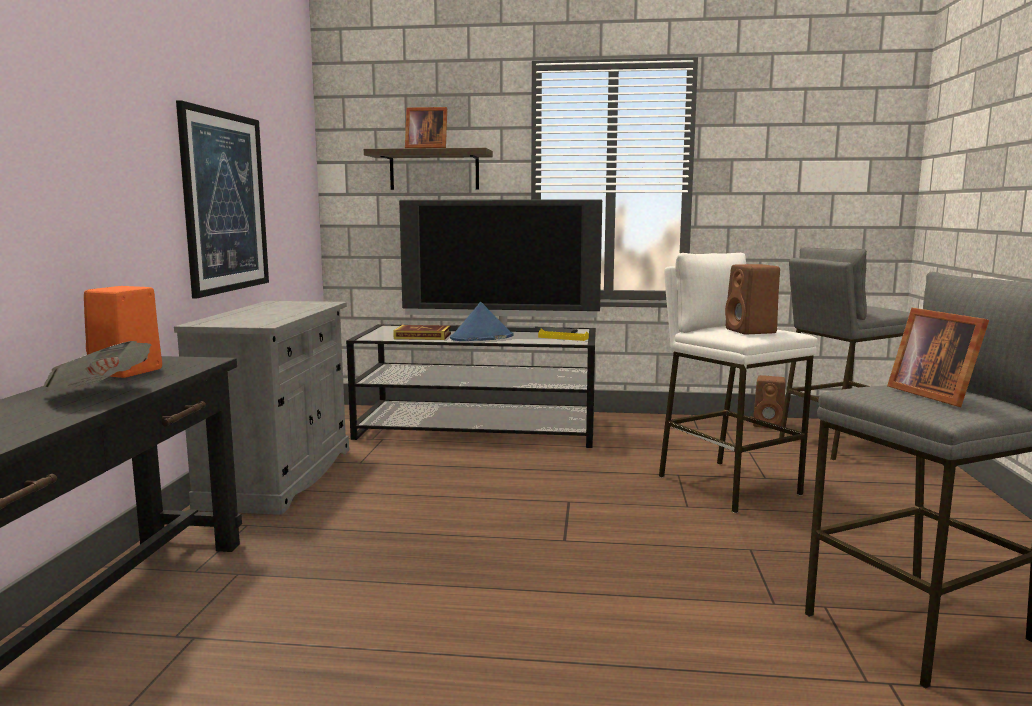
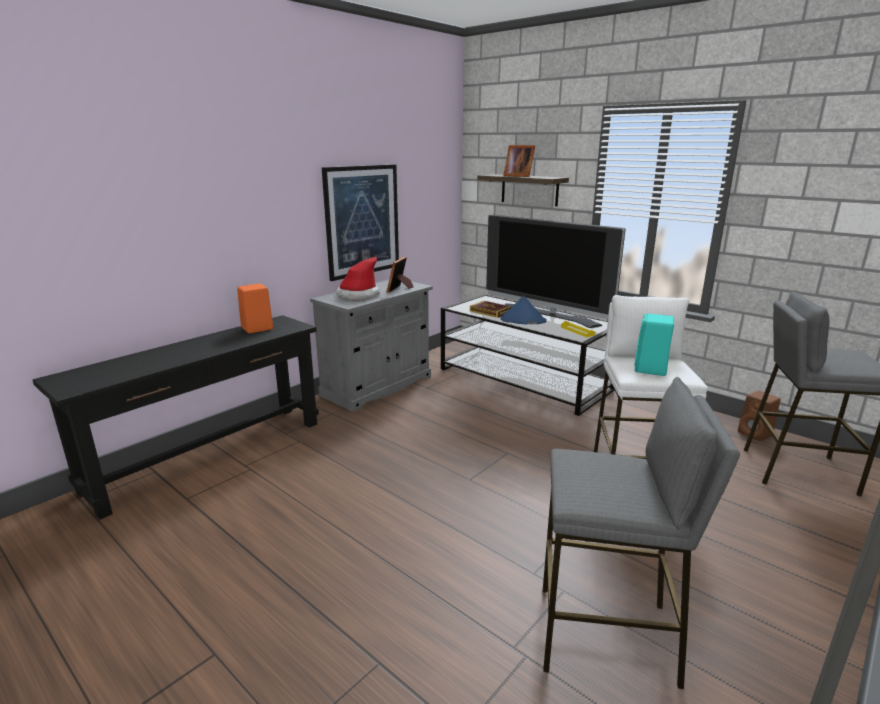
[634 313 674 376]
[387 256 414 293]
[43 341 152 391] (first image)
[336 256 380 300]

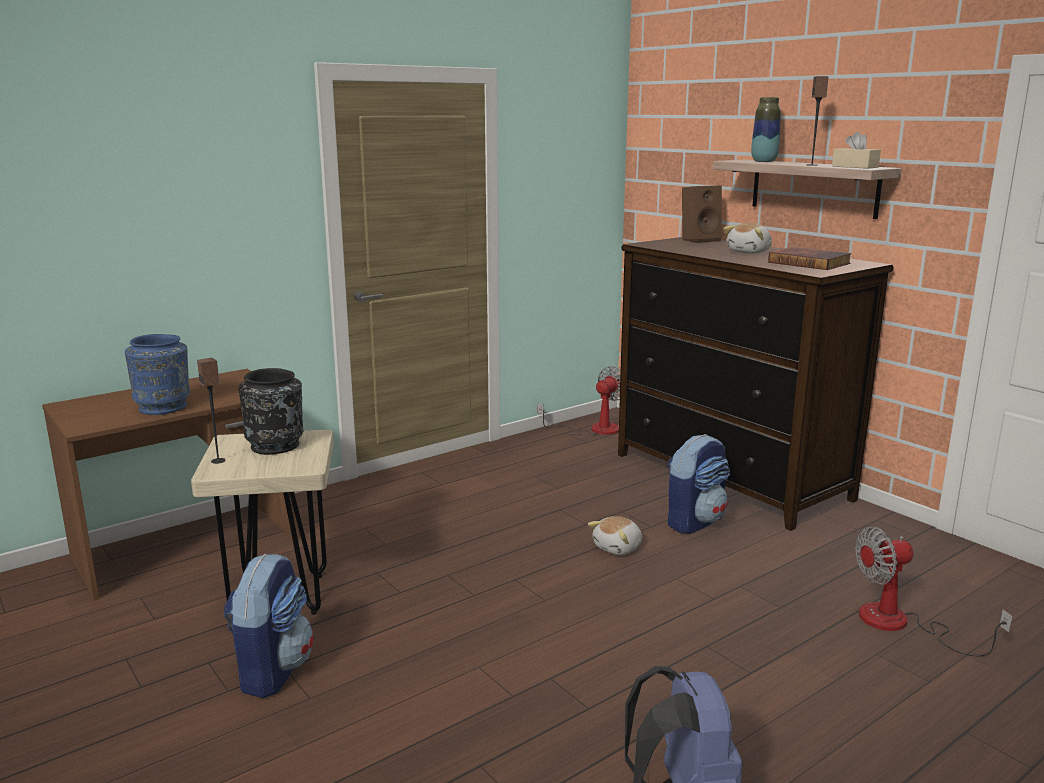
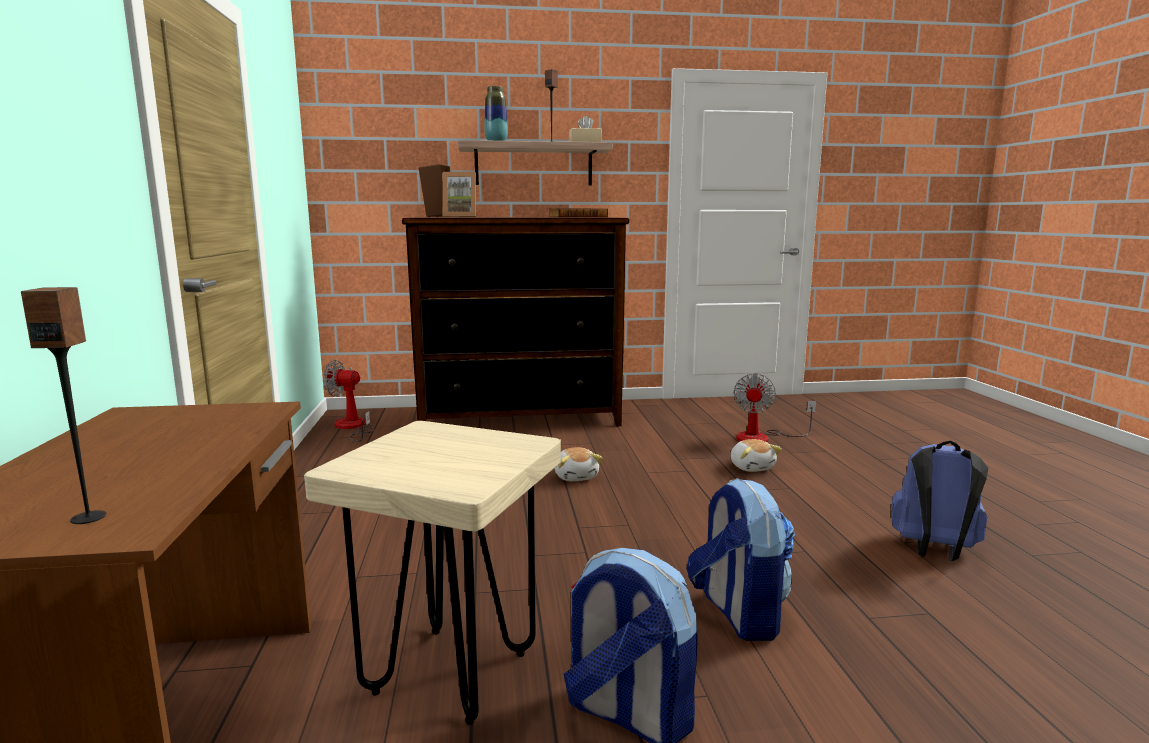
[730 439 782 472]
[125 334 190 415] (first image)
[21 287 106 524]
[323 359 374 442]
[238 368 303 455] (first image)
[687 478 795 641]
[443 172 476 217]

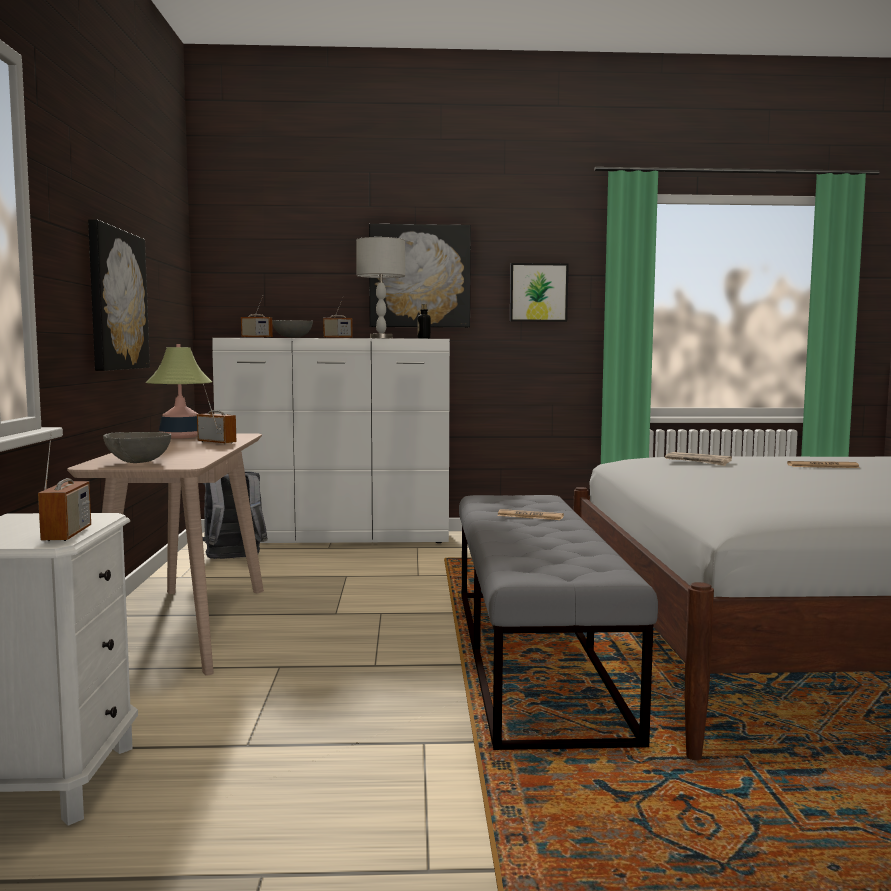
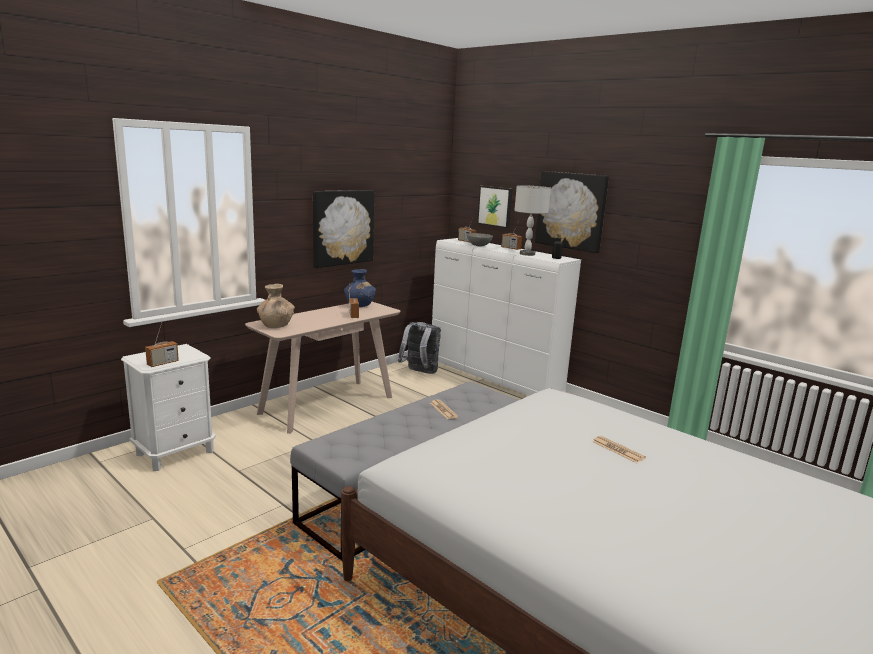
[477 186 513 228]
[344 269 376 307]
[257 284 295 328]
[665 452 732 466] (first image)

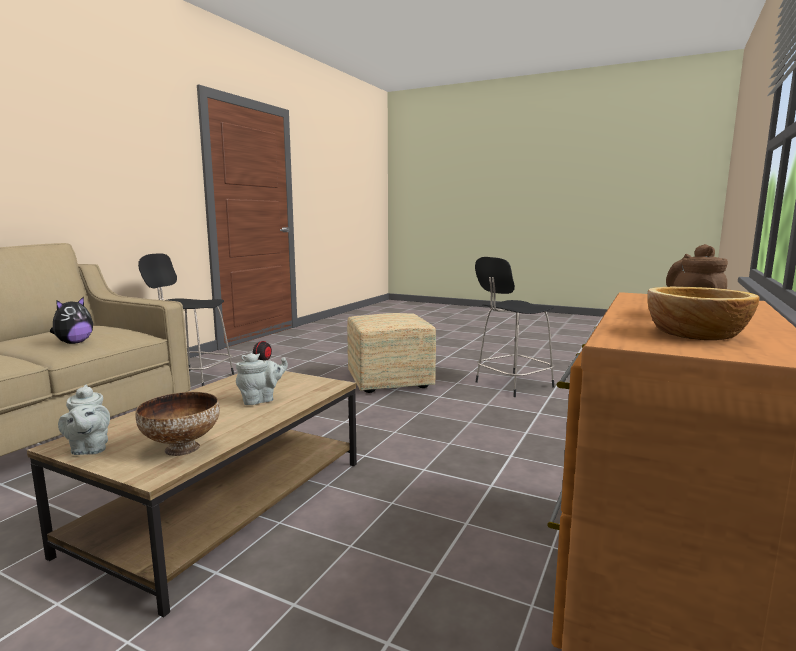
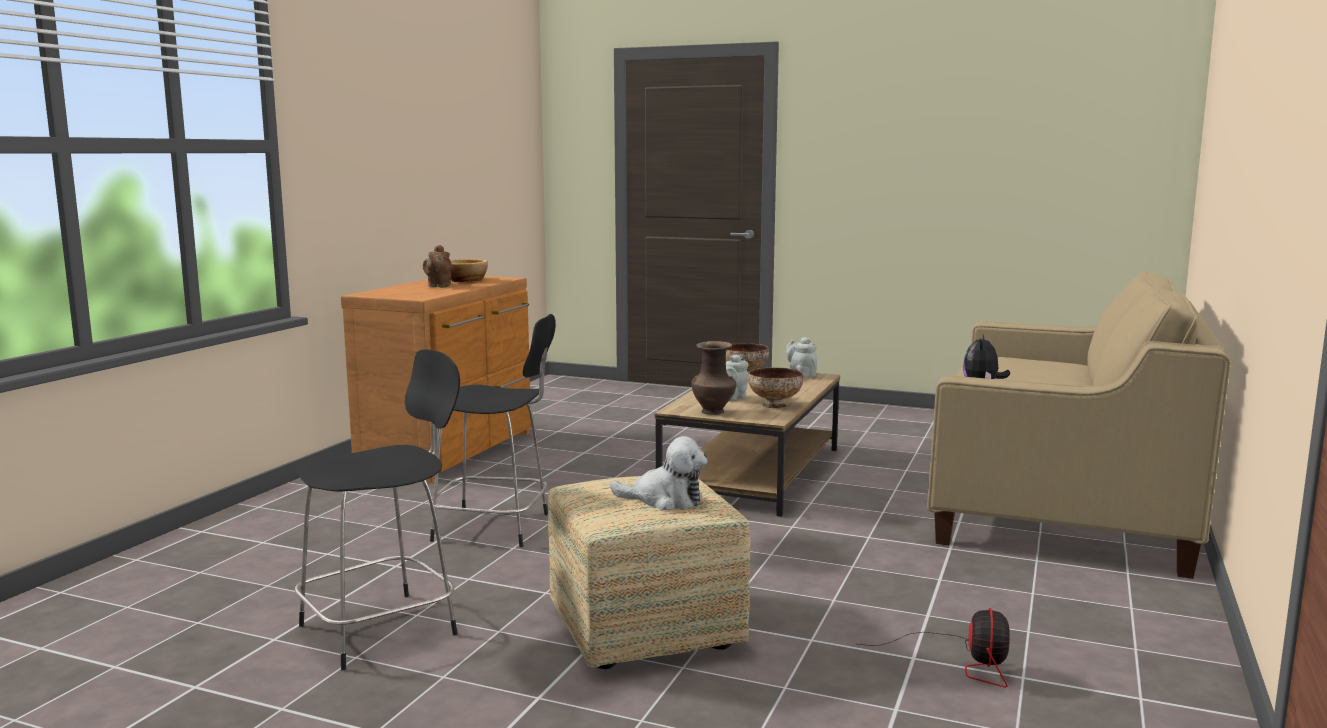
[428 314 556 547]
[691 341 737 415]
[748 368 803 408]
[610 436 707 510]

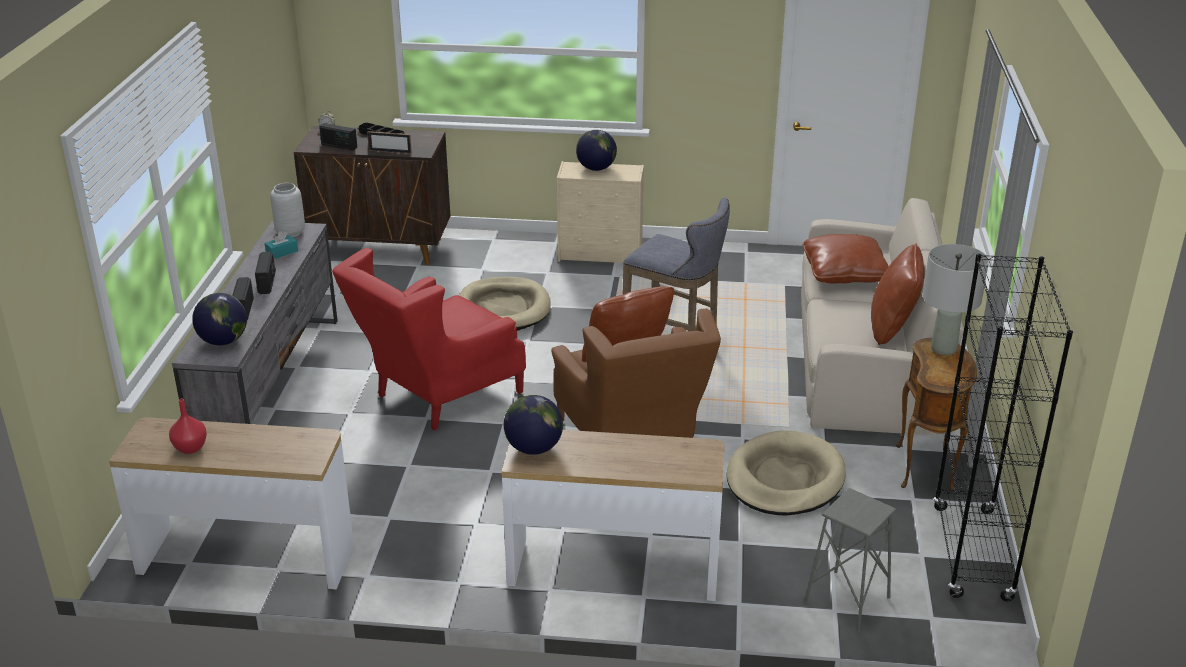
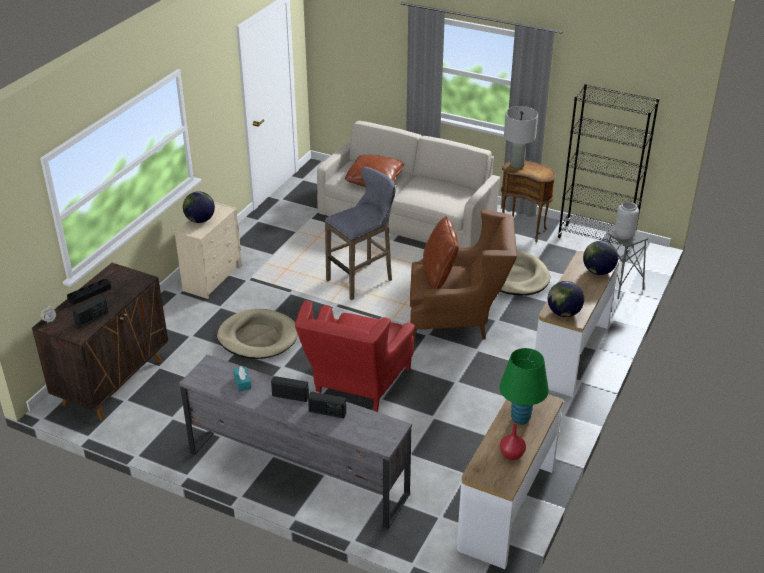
[367 131 412 154] (first image)
[614 202 639 239]
[871 244 925 345] (first image)
[295 301 415 412]
[583 241 618 275]
[499 348 549 425]

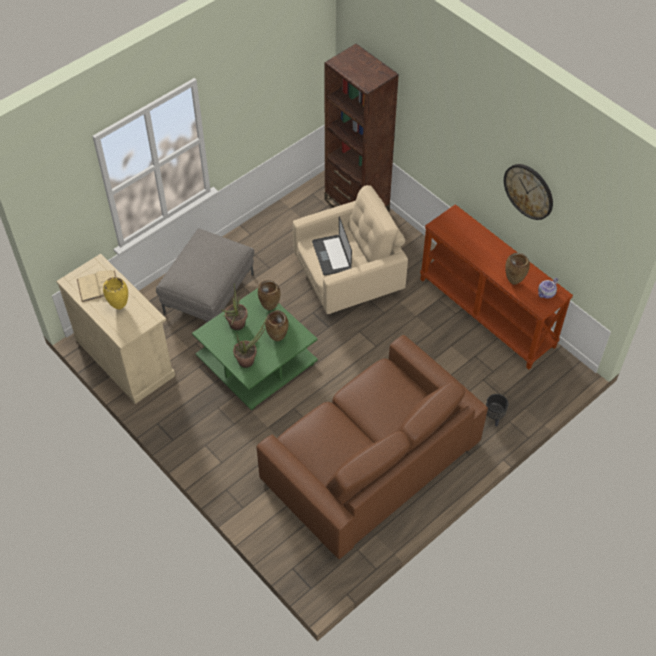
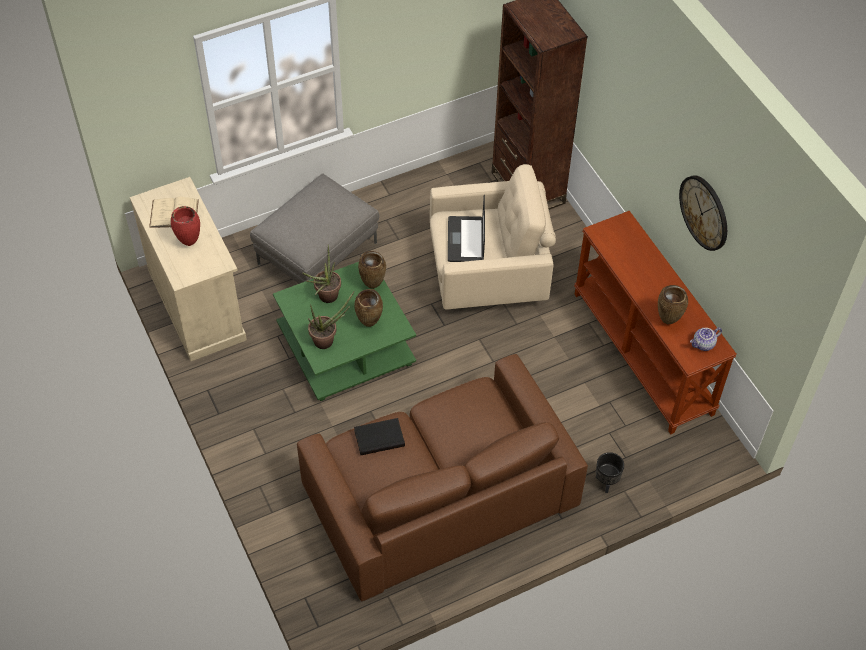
[171 206 200 246]
[354 418 405 455]

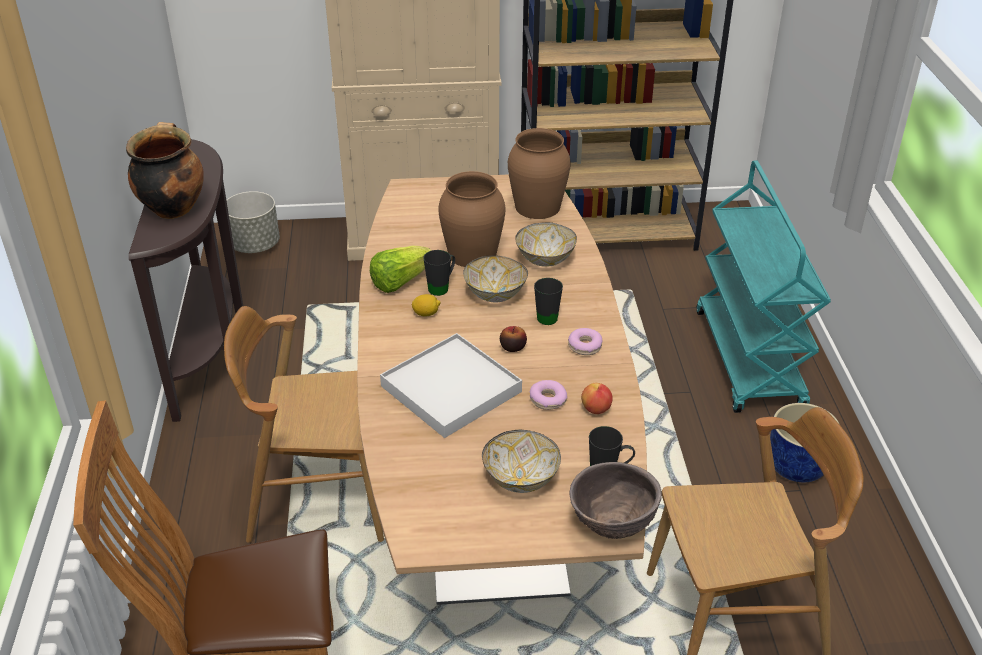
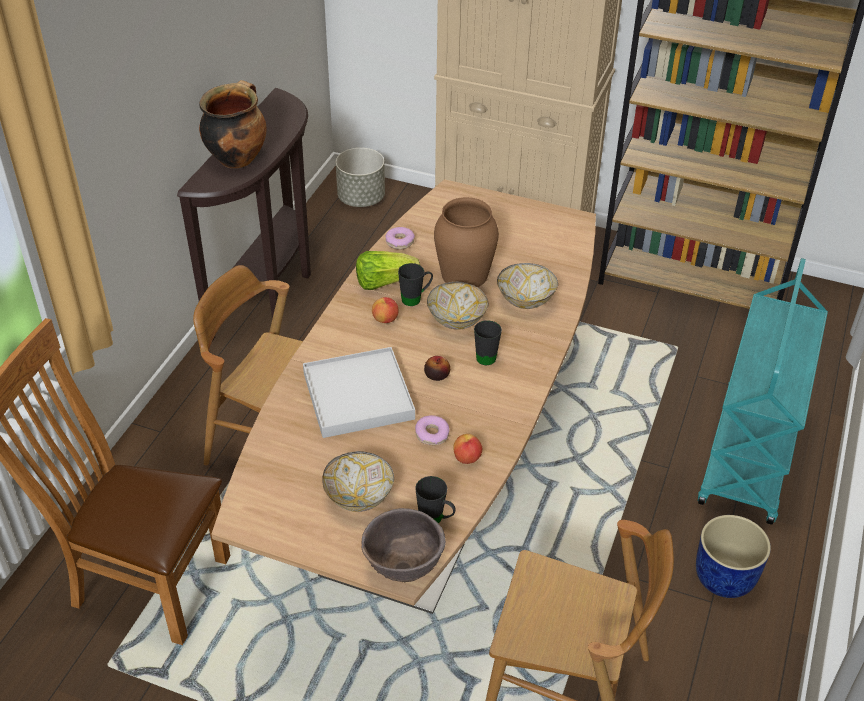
[508 128 571 219] (first image)
[372 297 399 323]
[385 227 415 250]

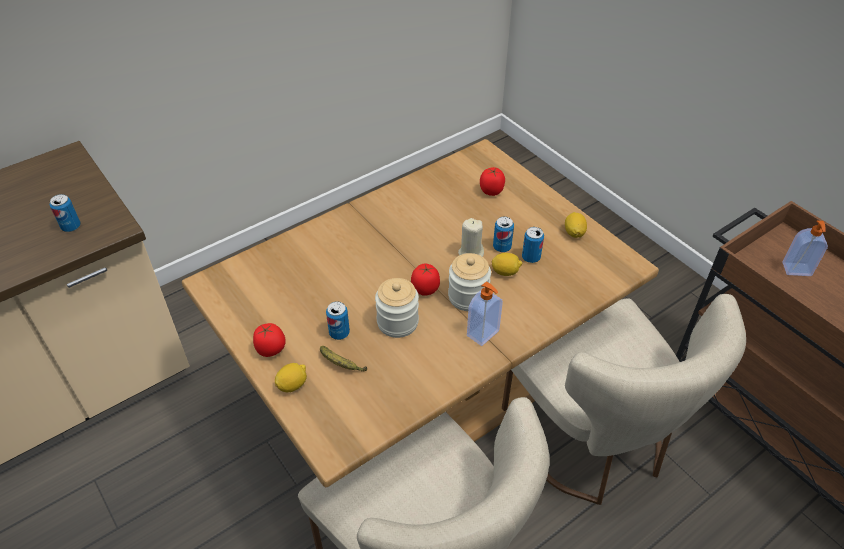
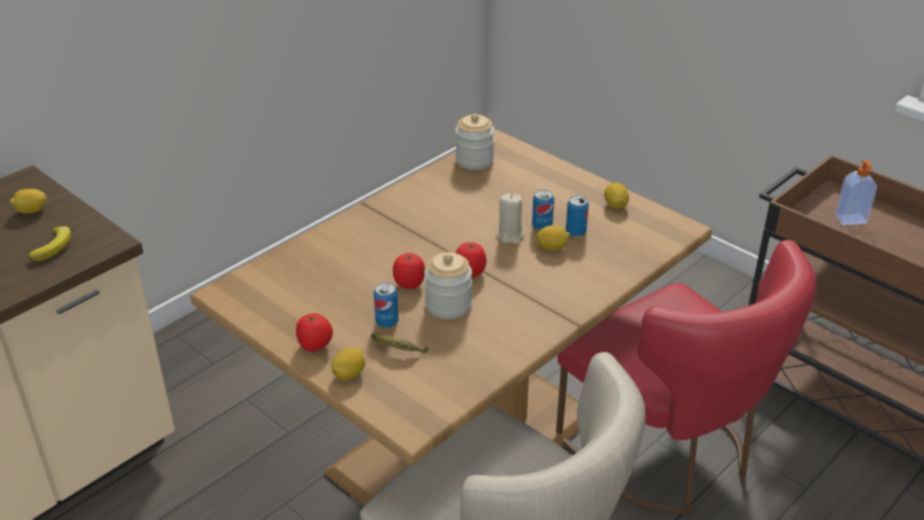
[393 253 425 289]
[28 226 71 261]
[455 114 495 170]
[467 282 503 346] (first image)
[556 240 817 514]
[10 189 47 214]

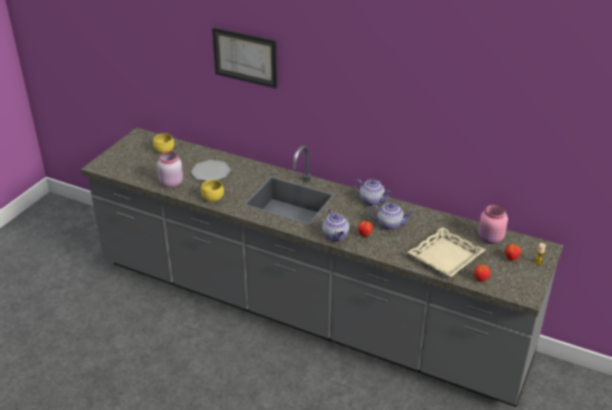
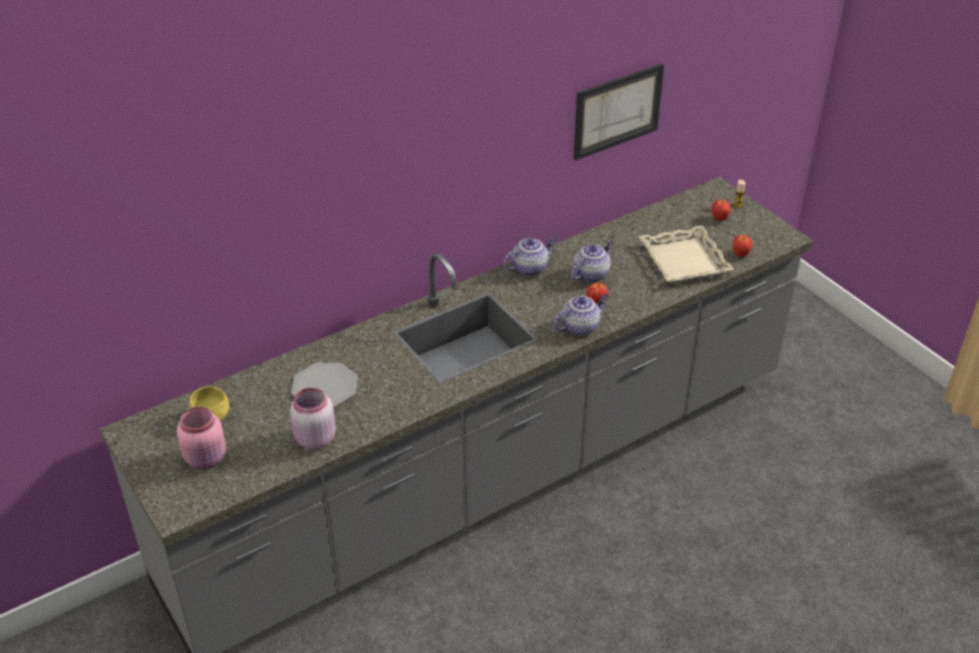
[574 64 664 160]
[201 180 224 202] (first image)
[177 407 226 469]
[553 294 609 336]

